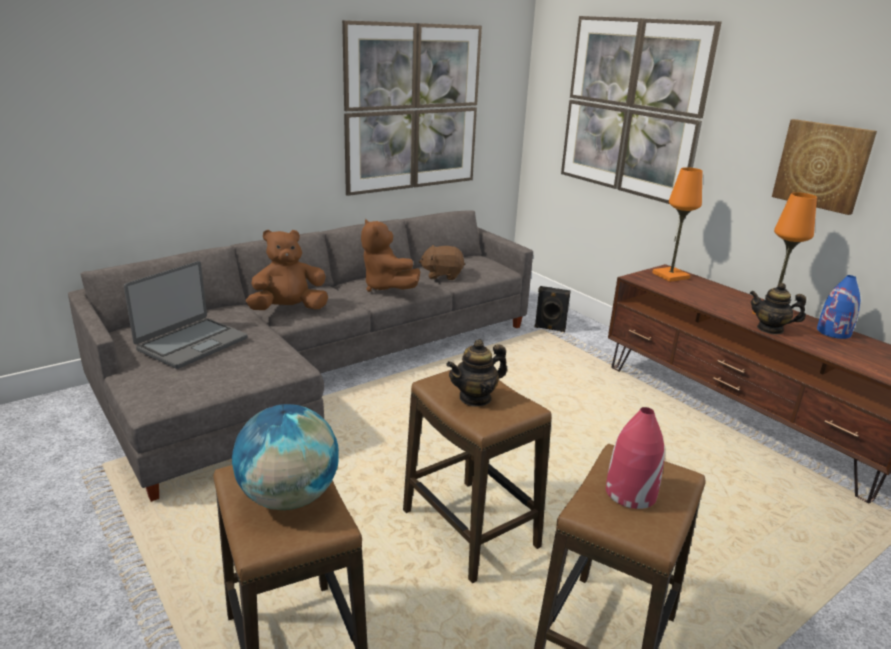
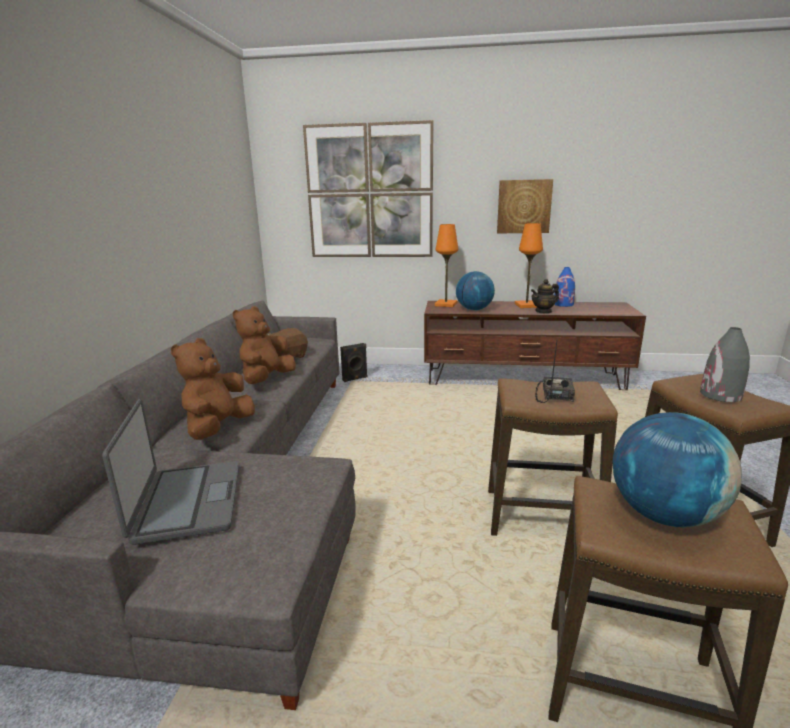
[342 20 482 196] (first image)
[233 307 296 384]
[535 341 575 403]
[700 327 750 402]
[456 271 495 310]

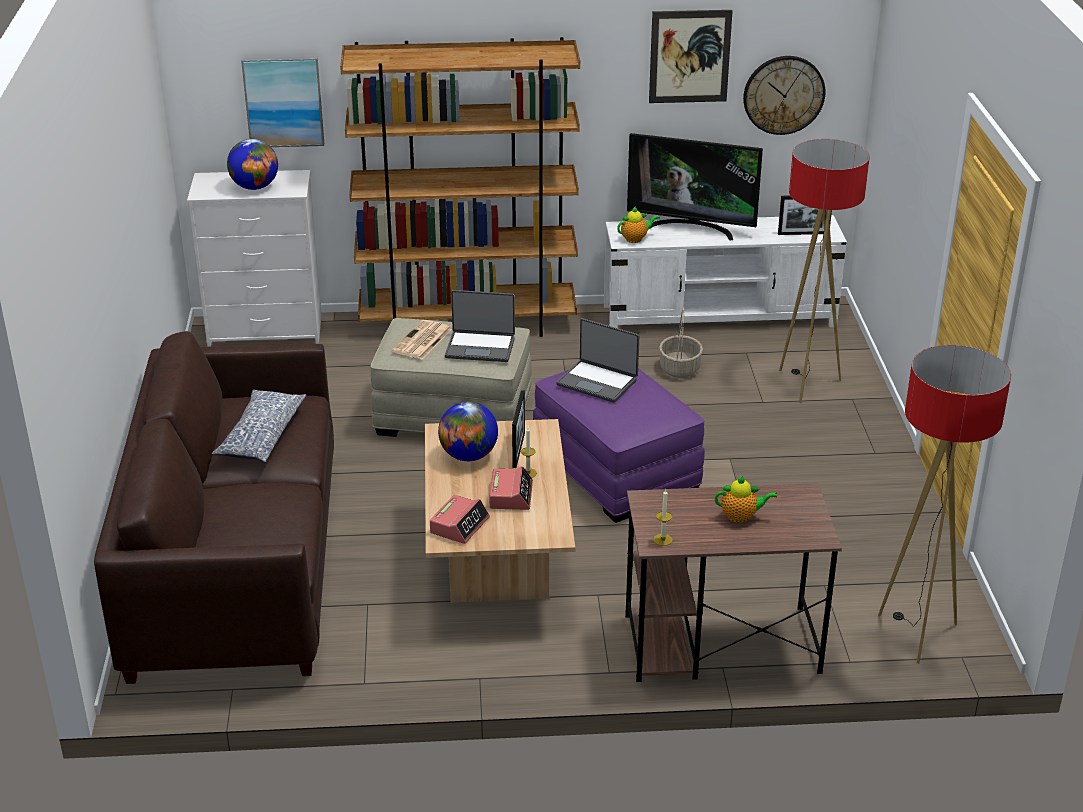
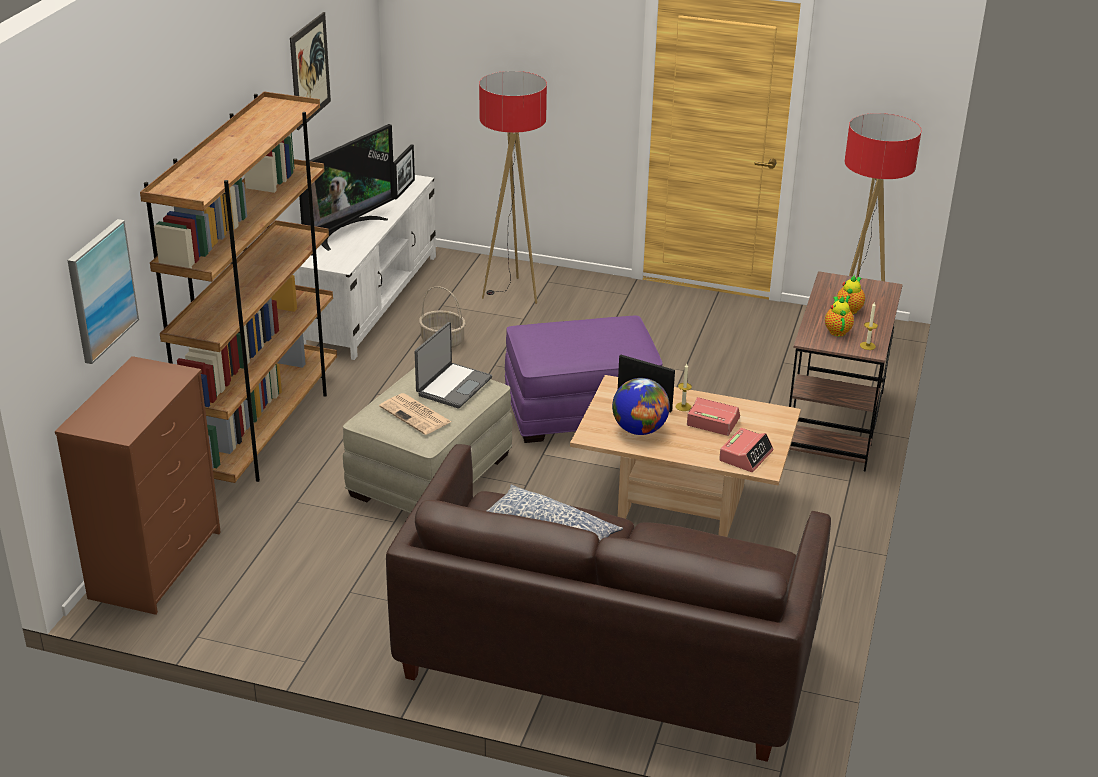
[743 56 826 135] (first image)
[227 139 278 190] (first image)
[55 356 221 615]
[825 296 854 337]
[556 318 639 403] (first image)
[719 428 774 472]

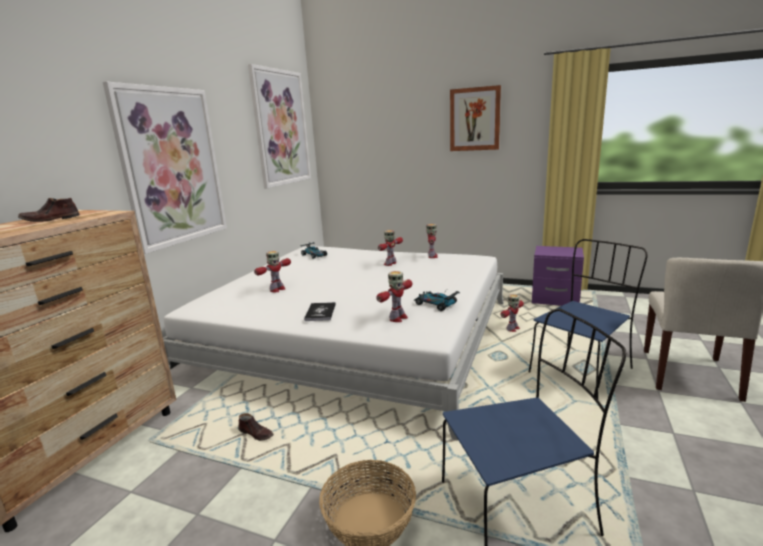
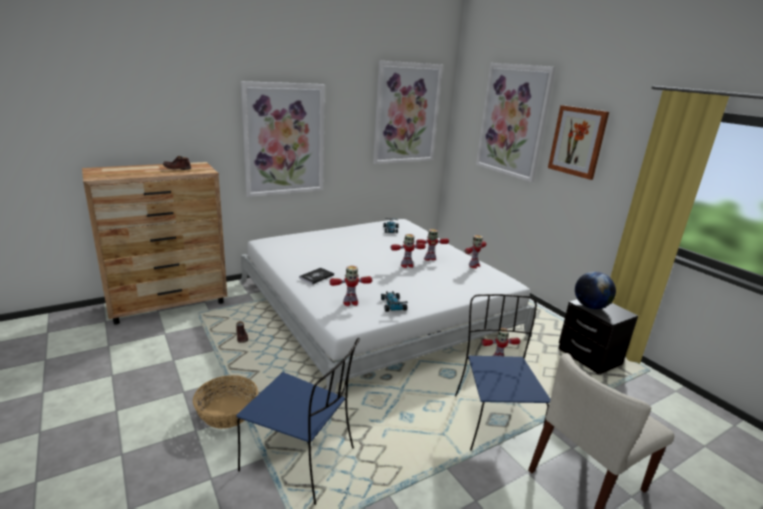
[455 294 550 450]
[558 299 638 375]
[391 234 426 268]
[476 63 556 182]
[575 272 616 309]

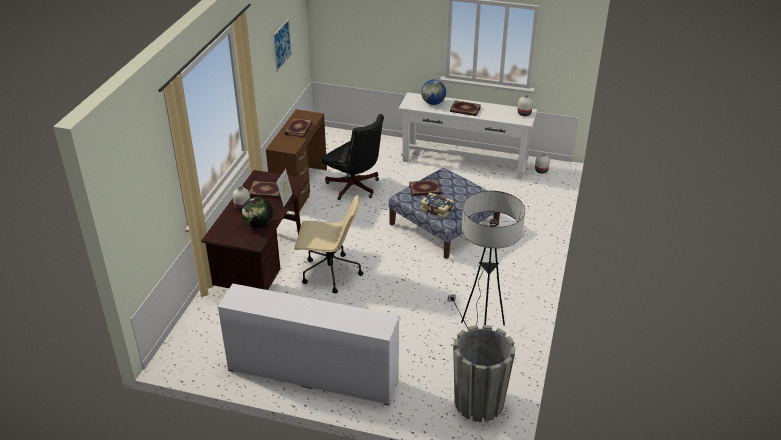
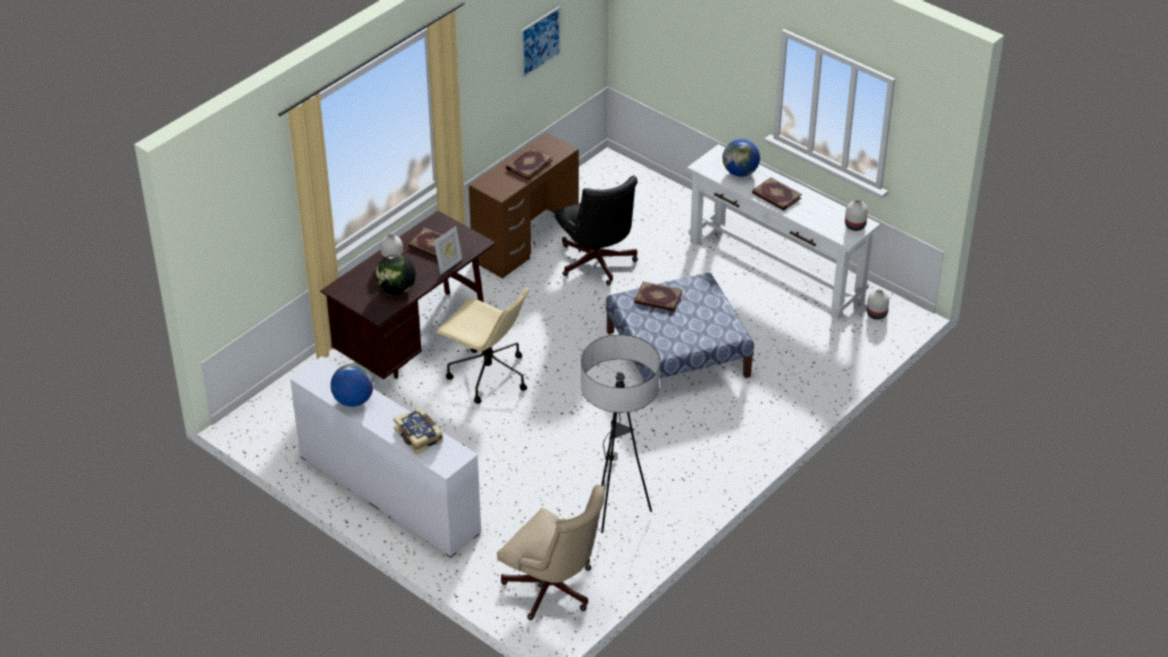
[393 407 443 455]
[497 485 605 620]
[331 364 374 407]

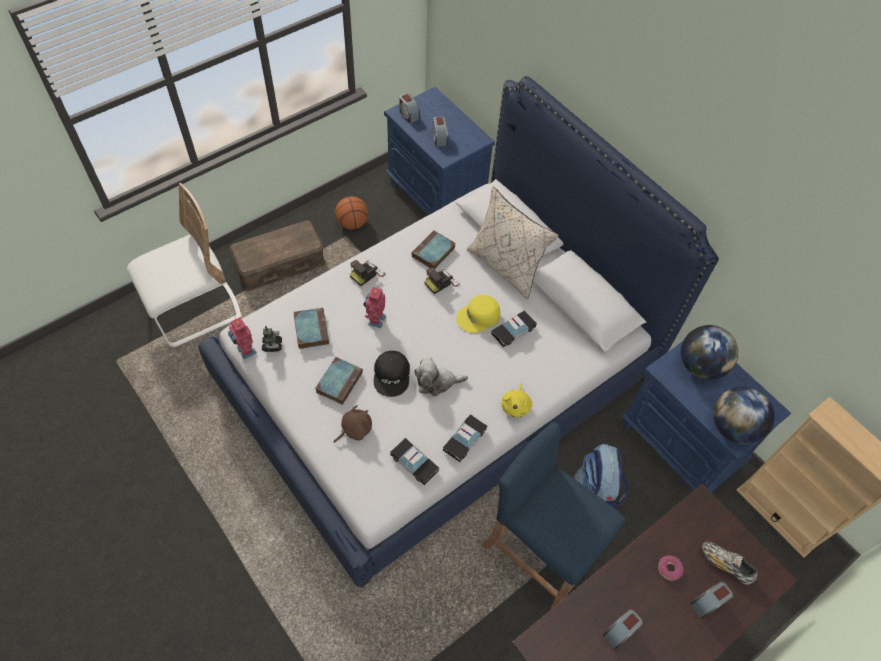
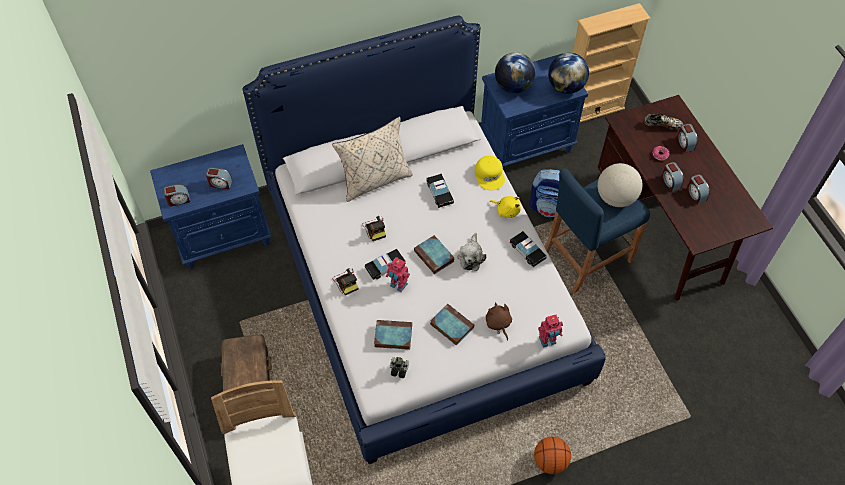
[534 437 571 474]
[414 235 455 274]
[475 156 505 190]
[538 315 563 347]
[374 351 410 397] (first image)
[365 249 405 280]
[644 113 683 130]
[661 162 684 192]
[598 163 642 207]

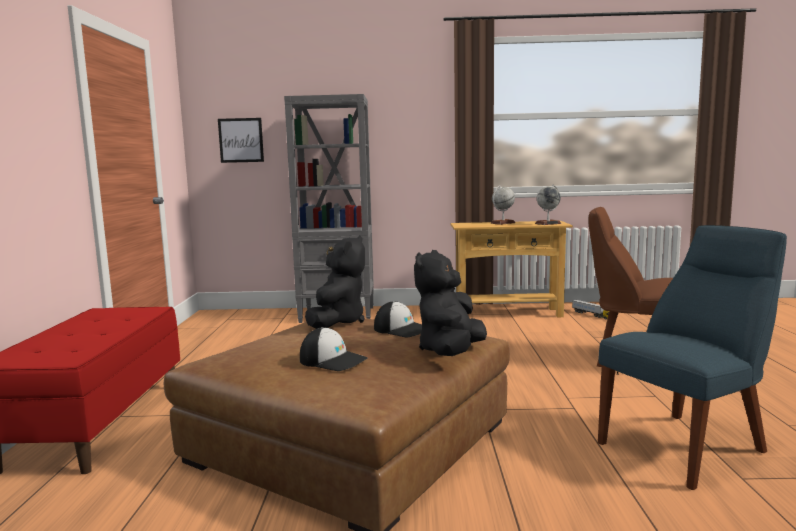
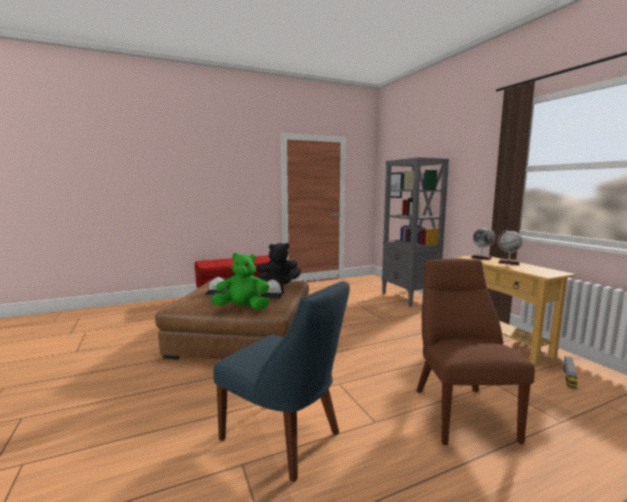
[471 227 495 260]
[211 253 269 310]

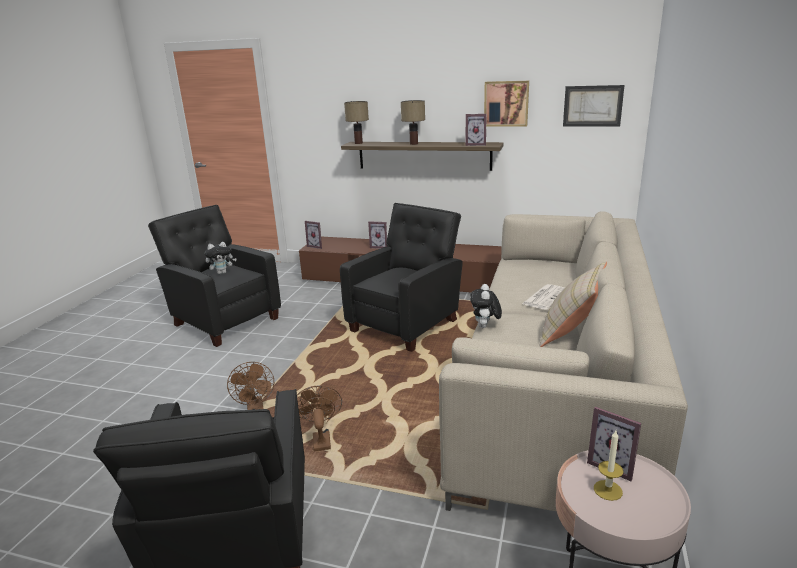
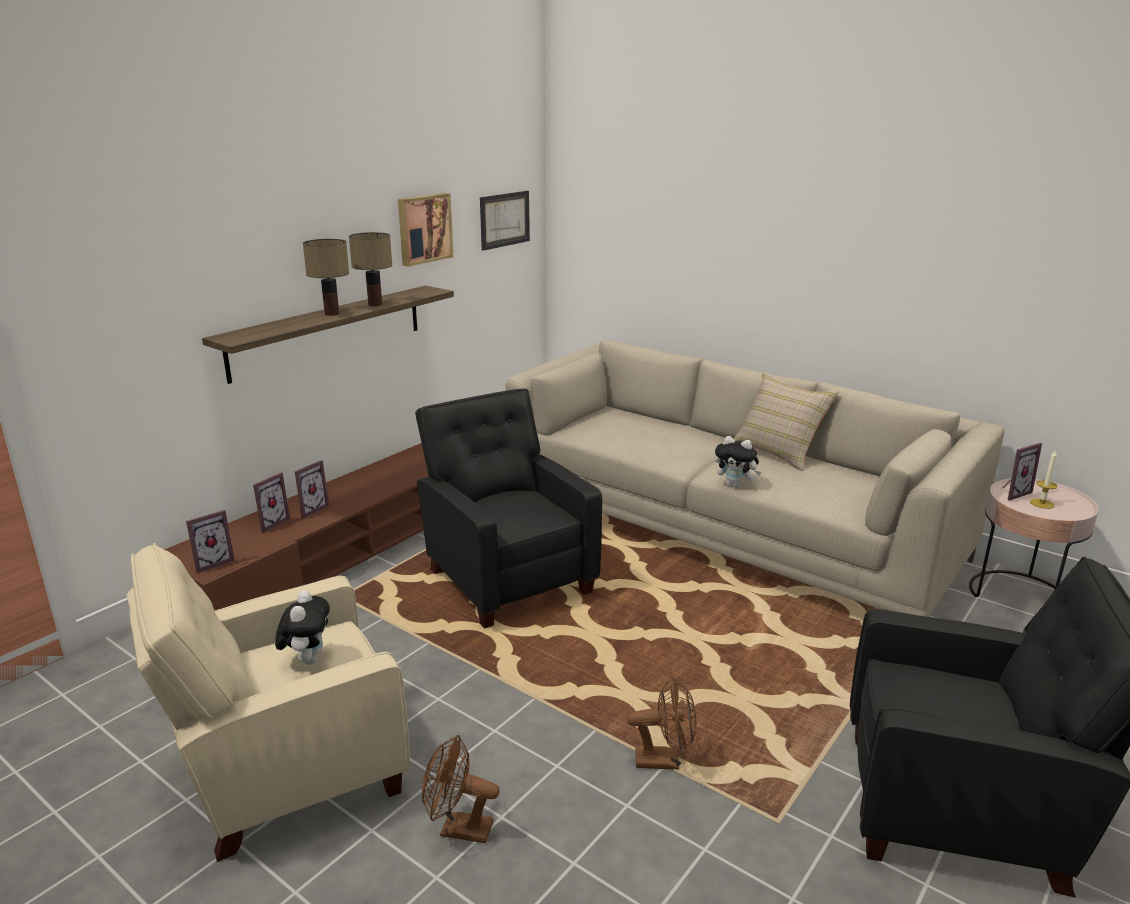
[349 232 392 306]
[253 472 290 533]
[127 543 410 862]
[522 284 565 310] (first image)
[422 735 500 843]

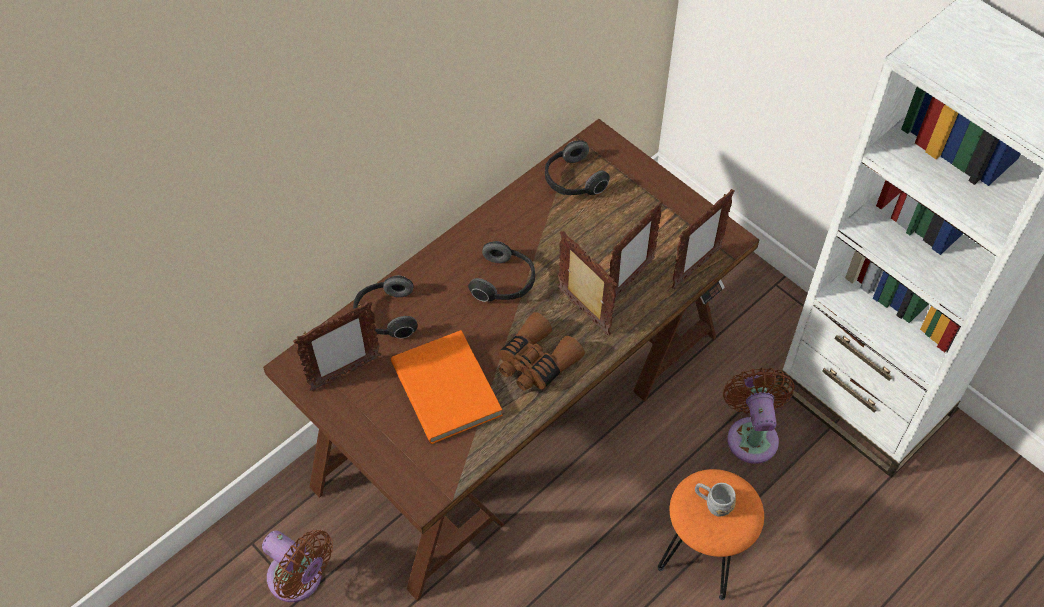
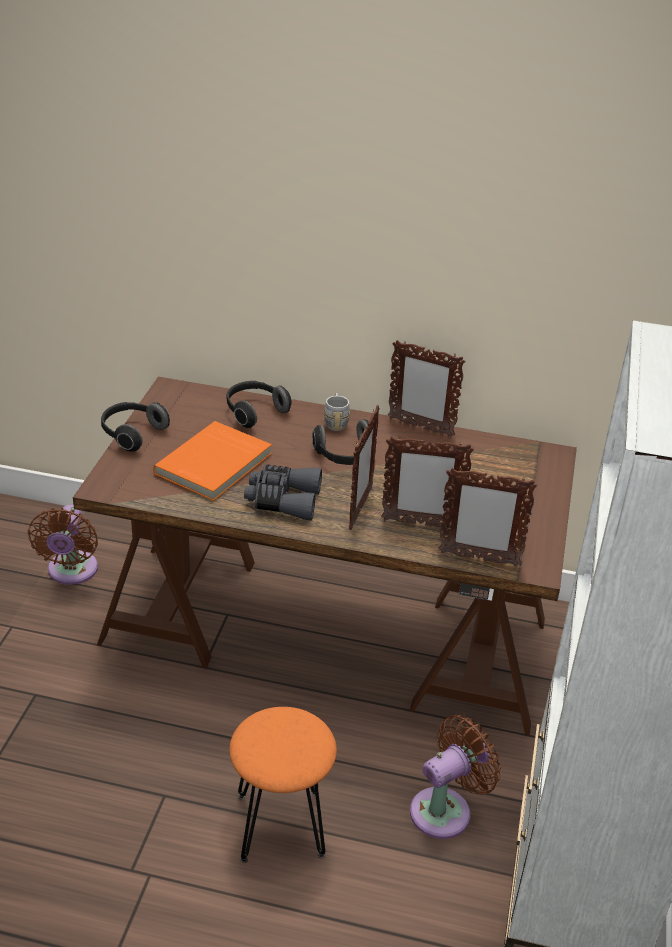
[101 402 170 452]
[388 340 465 437]
[244 465 322 521]
[324 393 350 431]

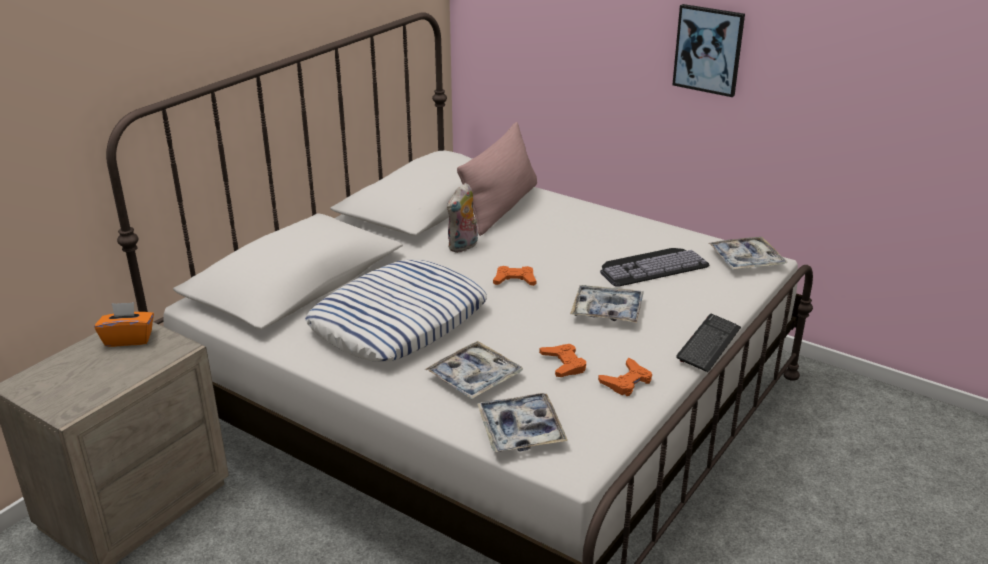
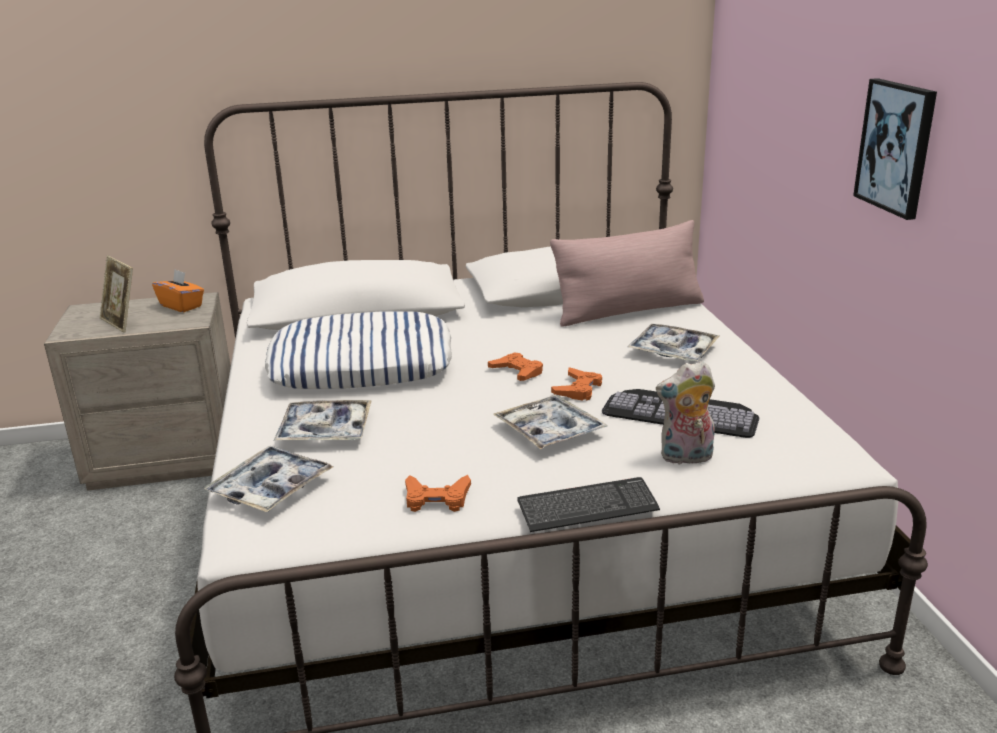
[656 361 715 464]
[627 324 720 361]
[551 367 602 401]
[100 255 133 332]

